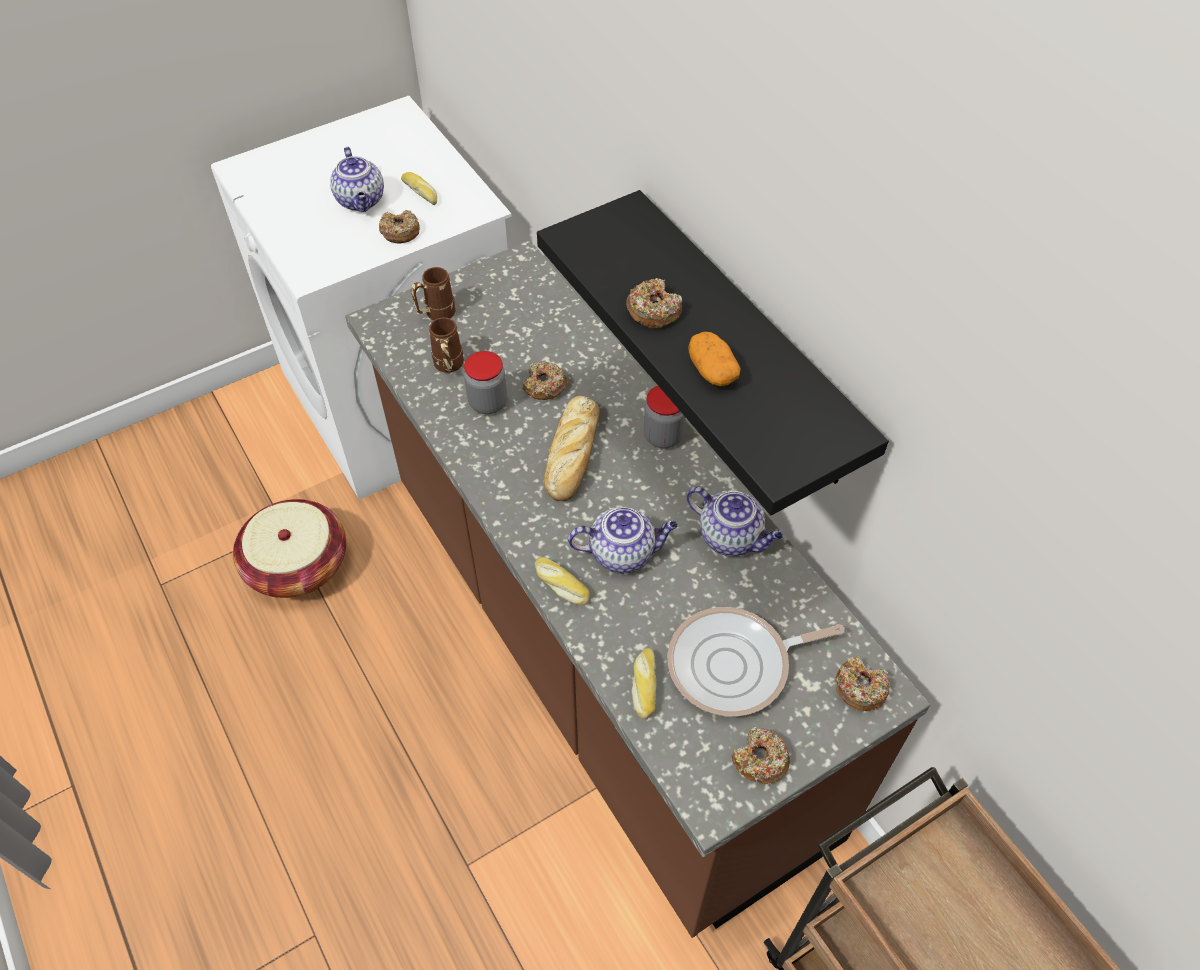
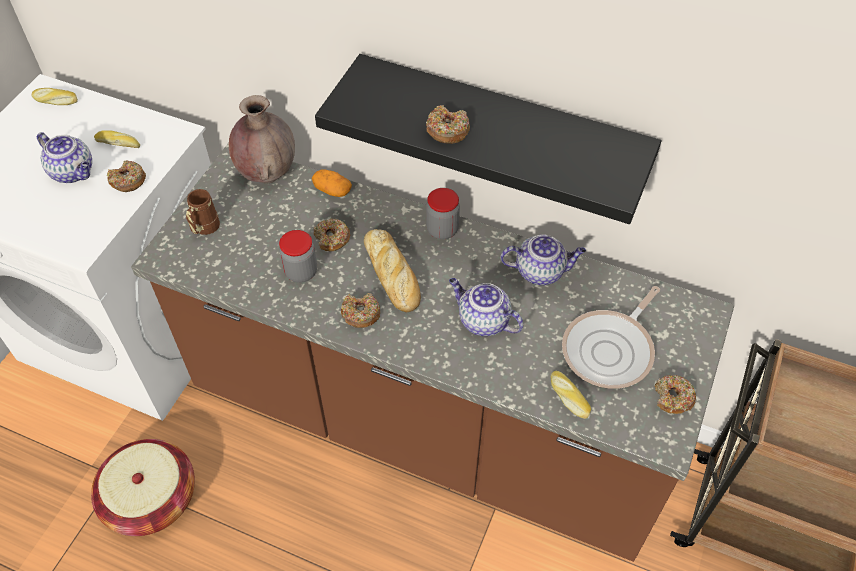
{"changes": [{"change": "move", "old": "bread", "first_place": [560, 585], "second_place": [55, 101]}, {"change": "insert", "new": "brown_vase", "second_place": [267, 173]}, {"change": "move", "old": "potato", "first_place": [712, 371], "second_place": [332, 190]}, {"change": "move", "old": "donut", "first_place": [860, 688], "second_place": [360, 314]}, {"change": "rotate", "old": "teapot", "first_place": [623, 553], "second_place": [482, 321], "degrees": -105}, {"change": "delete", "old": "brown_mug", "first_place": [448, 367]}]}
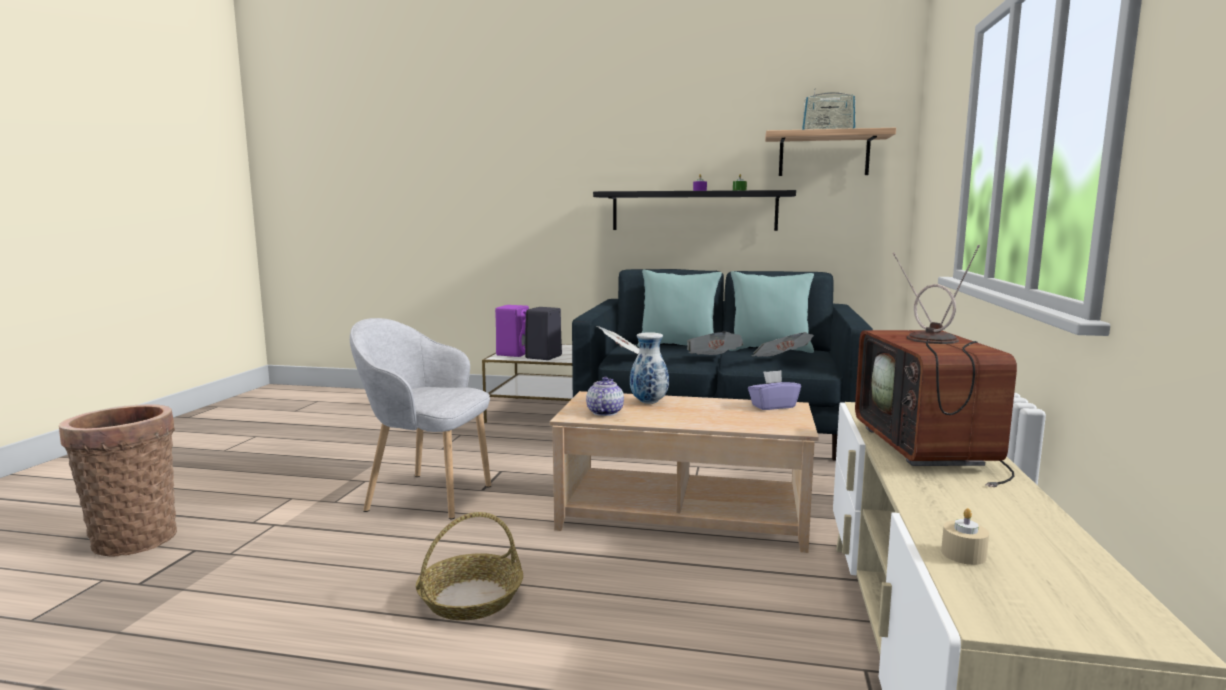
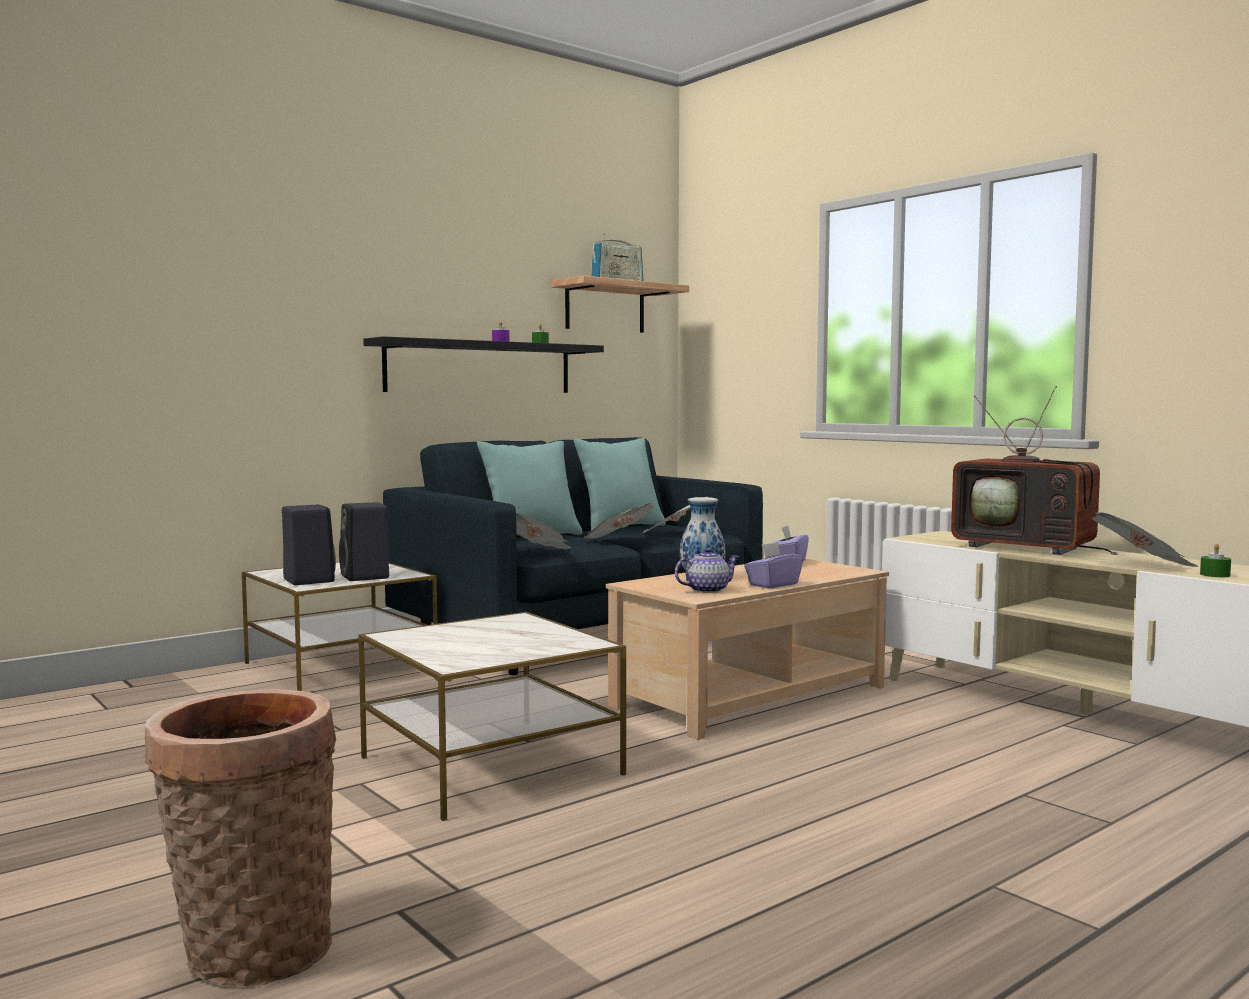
{"changes": [{"change": "recolor", "old": "purple_speaker", "new": "black_speaker", "first_place": [514, 353], "second_place": [307, 580]}, {"change": "replace", "old": "grey_armchair", "new": "side_table", "first_place": [426, 496], "second_place": [490, 765]}, {"change": "rotate", "old": "teapot", "first_place": [604, 412], "second_place": [706, 590], "degrees": 105}, {"change": "insert", "new": "purple_tissue_box", "second_place": [773, 585]}, {"change": "insert", "new": "newspaper", "second_place": [1143, 566]}, {"change": "recolor", "old": "beige_candle", "new": "green_candle", "first_place": [963, 554], "second_place": [1215, 575]}, {"change": "delete", "old": "basket", "first_place": [470, 599]}]}
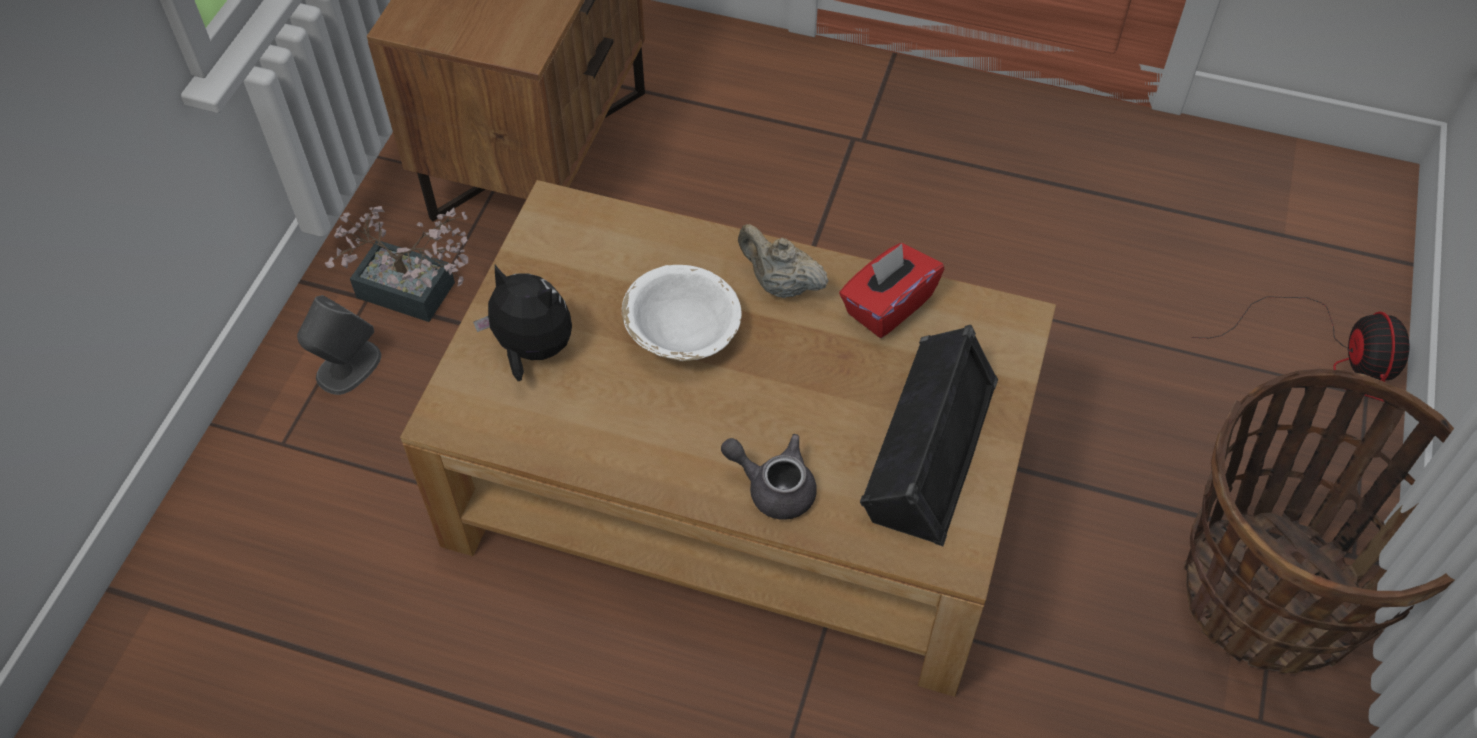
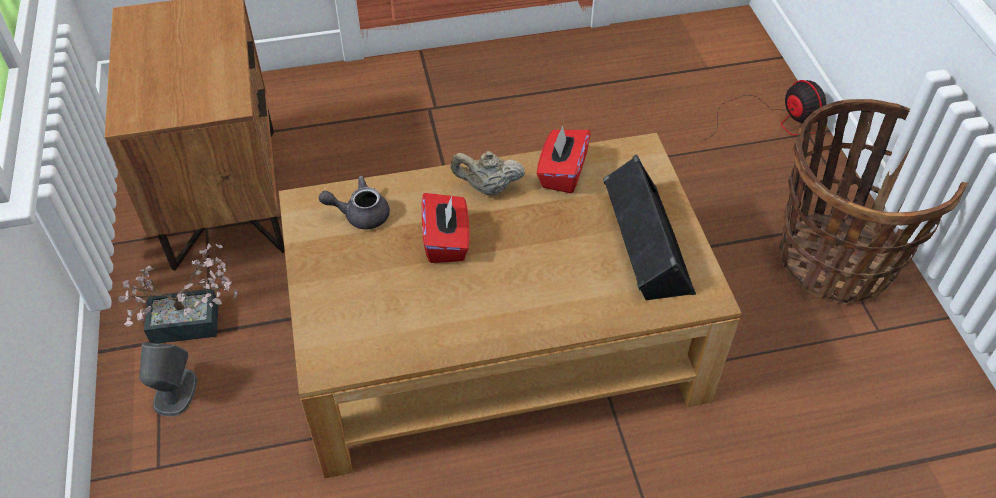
{"changes": [{"change": "move", "old": "grey_teapot", "first_place": [773, 487], "second_place": [360, 214]}, {"change": "replace", "old": "white_bowl", "new": "red_tissue_box", "first_place": [683, 331], "second_place": [446, 242]}, {"change": "delete", "old": "plush_toy", "first_place": [531, 350]}]}
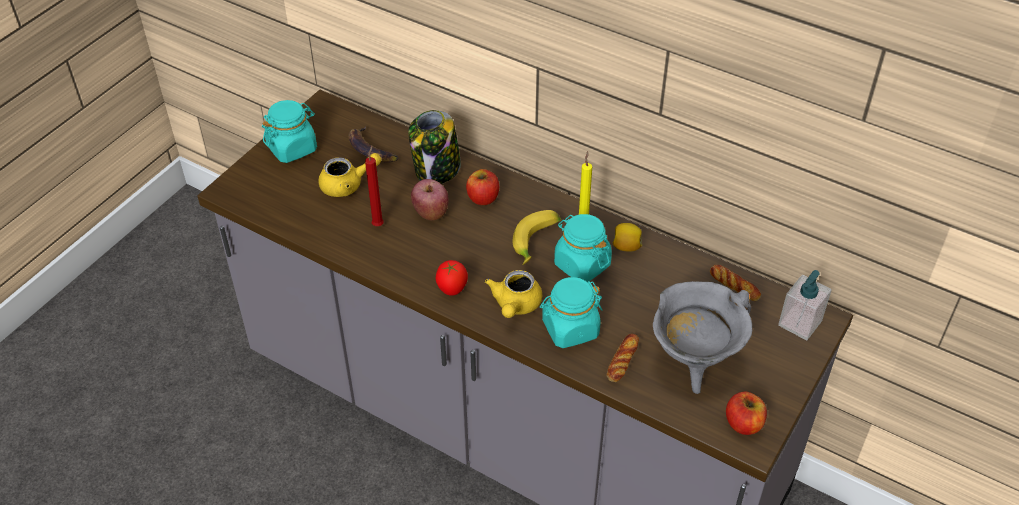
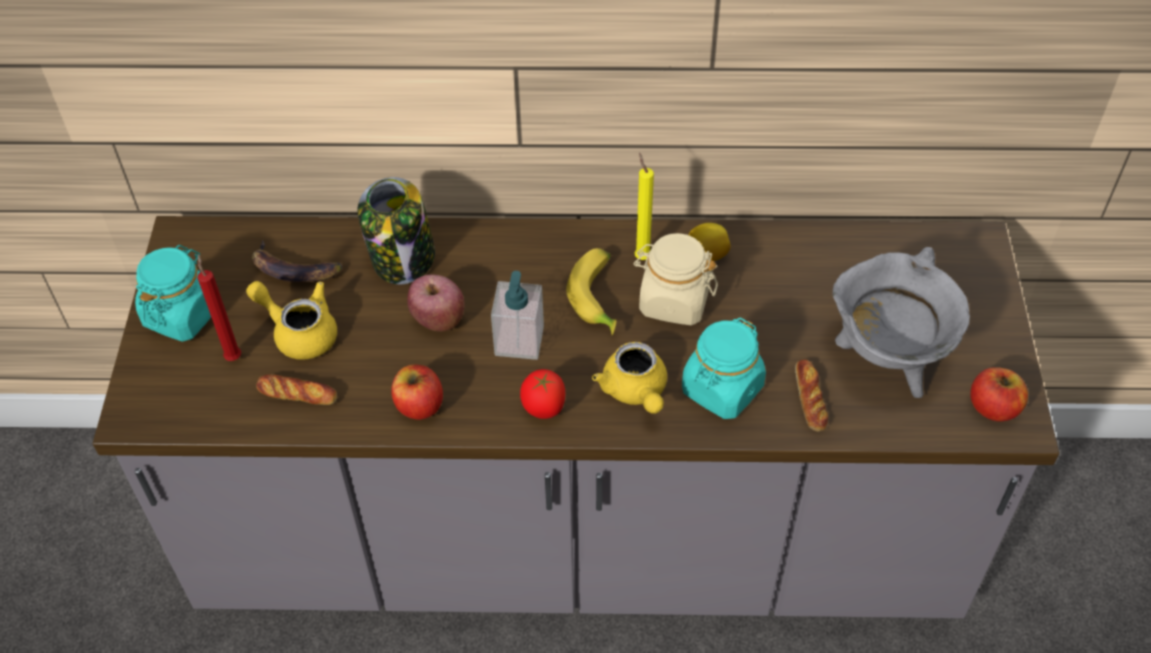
{"changes": [{"change": "move", "old": "red_candle", "first_place": [378, 224], "second_place": [233, 356]}, {"change": "rotate", "old": "yellow_teapot", "first_place": [348, 185], "second_place": [299, 332], "degrees": -105}, {"change": "move", "old": "bread", "first_place": [734, 285], "second_place": [297, 394]}, {"change": "move", "old": "apple", "first_place": [483, 198], "second_place": [419, 405]}, {"change": "move", "old": "soap_dispenser", "first_place": [799, 323], "second_place": [519, 341]}, {"change": "recolor", "old": "turquoise_jar", "new": "beige_jar", "first_place": [581, 264], "second_place": [673, 301]}]}
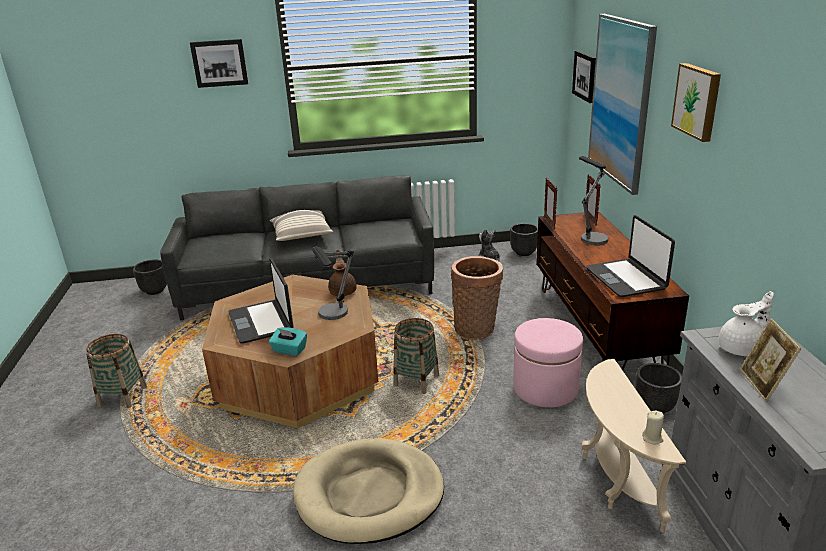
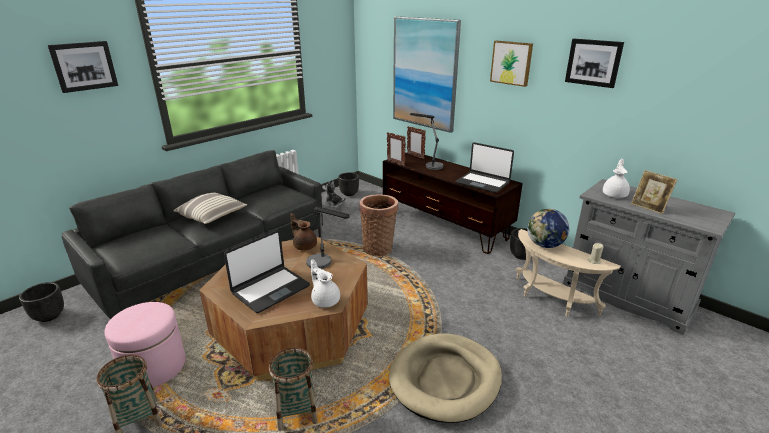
{"changes": [{"change": "move", "old": "pink_ottoman", "first_place": [545, 388], "second_place": [154, 367]}, {"change": "rotate", "old": "laptop", "first_place": [261, 322], "second_place": [270, 289], "degrees": -75}, {"change": "move", "old": "basket", "first_place": [416, 381], "second_place": [297, 412]}, {"change": "replace", "old": "turquoise_tissue_box", "new": "white_teapot", "first_place": [289, 350], "second_place": [325, 300]}, {"change": "insert", "new": "globe", "second_place": [545, 245]}, {"change": "move", "old": "picture", "first_place": [585, 76], "second_place": [593, 62]}]}
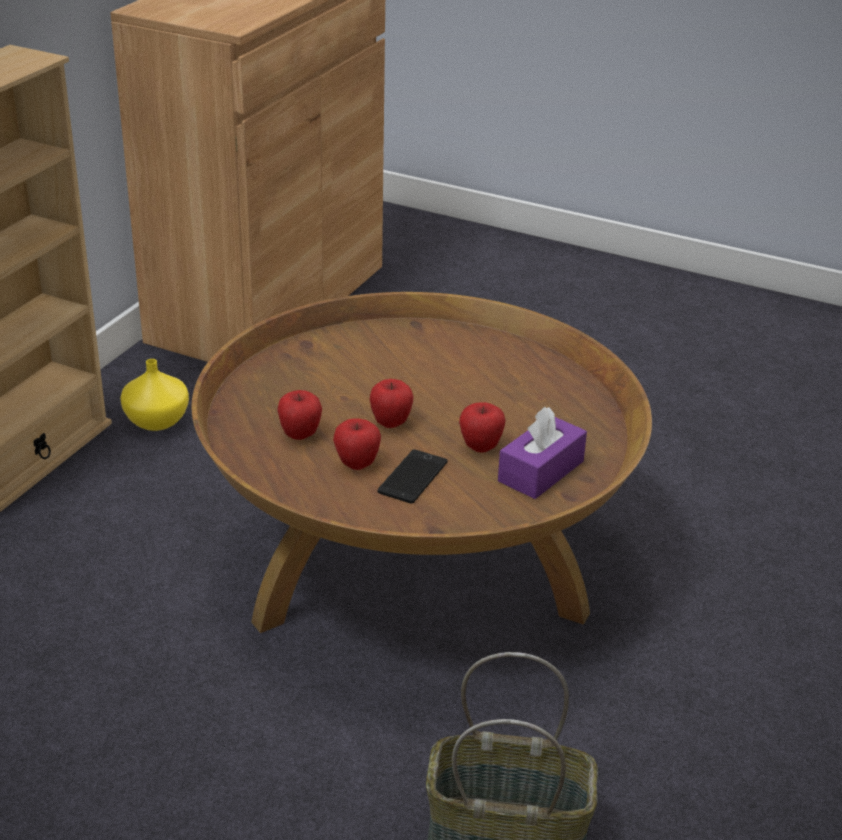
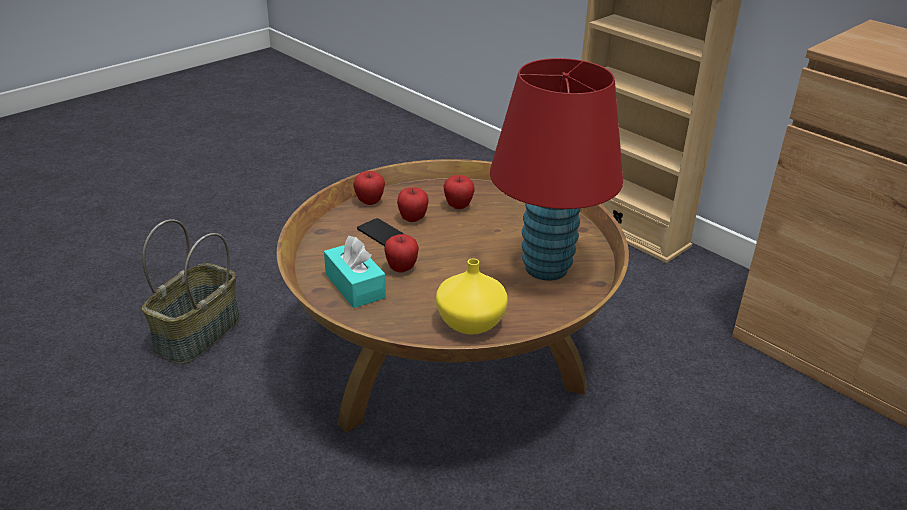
{"changes": [{"change": "recolor", "old": "purple_tissue_box", "new": "turquoise_tissue_box", "first_place": [541, 471], "second_place": [355, 286]}, {"change": "move", "old": "apple", "first_place": [391, 423], "second_place": [369, 202]}, {"change": "move", "old": "yellow_vase", "first_place": [157, 421], "second_place": [469, 323]}, {"change": "insert", "new": "red_table_lamp", "second_place": [546, 268]}]}
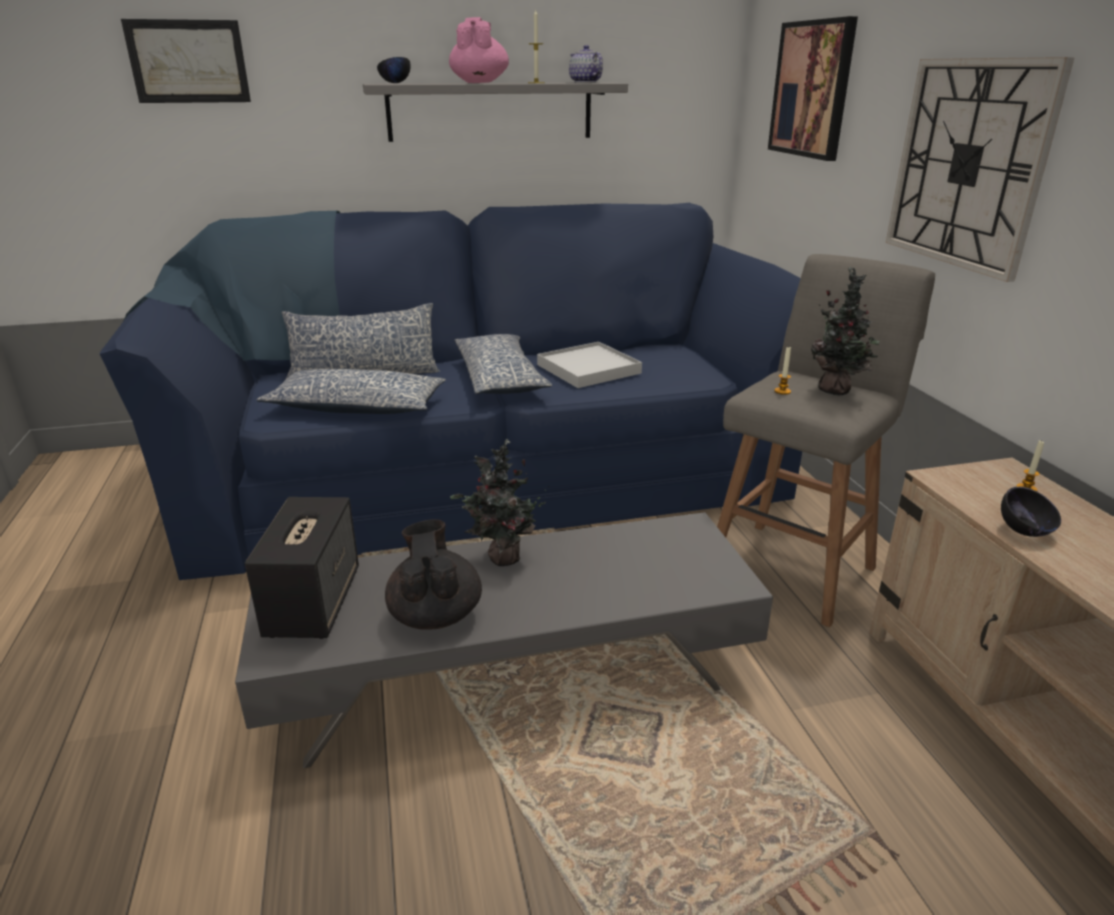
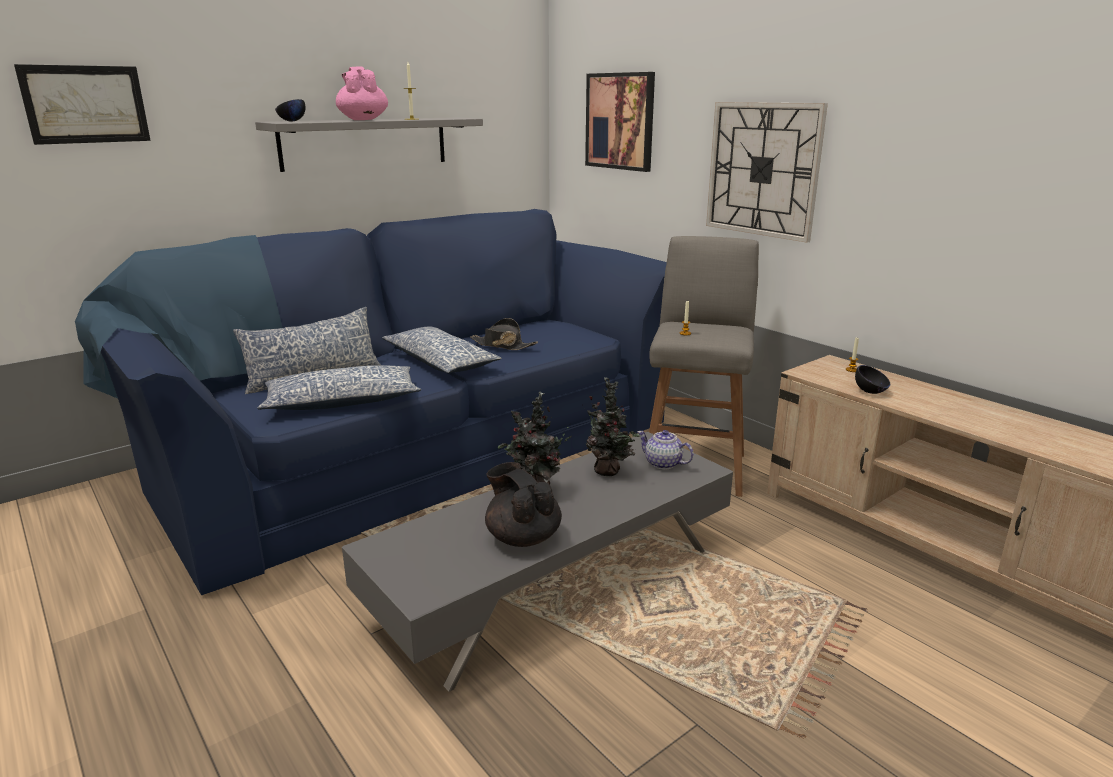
{"changes": [{"change": "replace", "old": "white_tray", "new": "black_hat", "first_place": [588, 369], "second_place": [503, 345]}, {"change": "move", "old": "potted_plant", "first_place": [837, 391], "second_place": [609, 472]}, {"change": "move", "old": "teapot", "first_place": [585, 82], "second_place": [663, 464]}, {"change": "delete", "old": "speaker", "first_place": [313, 601]}]}
